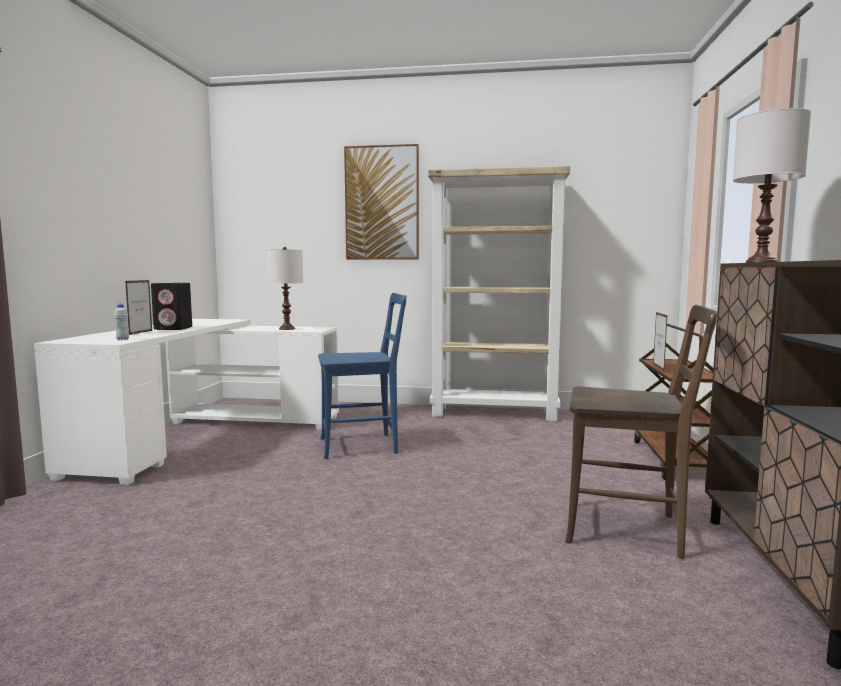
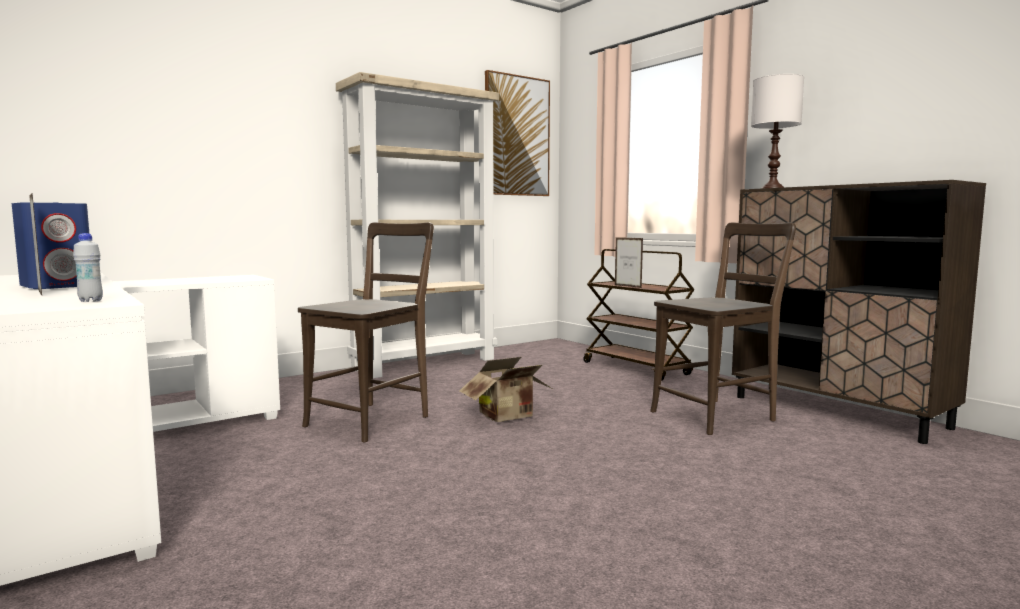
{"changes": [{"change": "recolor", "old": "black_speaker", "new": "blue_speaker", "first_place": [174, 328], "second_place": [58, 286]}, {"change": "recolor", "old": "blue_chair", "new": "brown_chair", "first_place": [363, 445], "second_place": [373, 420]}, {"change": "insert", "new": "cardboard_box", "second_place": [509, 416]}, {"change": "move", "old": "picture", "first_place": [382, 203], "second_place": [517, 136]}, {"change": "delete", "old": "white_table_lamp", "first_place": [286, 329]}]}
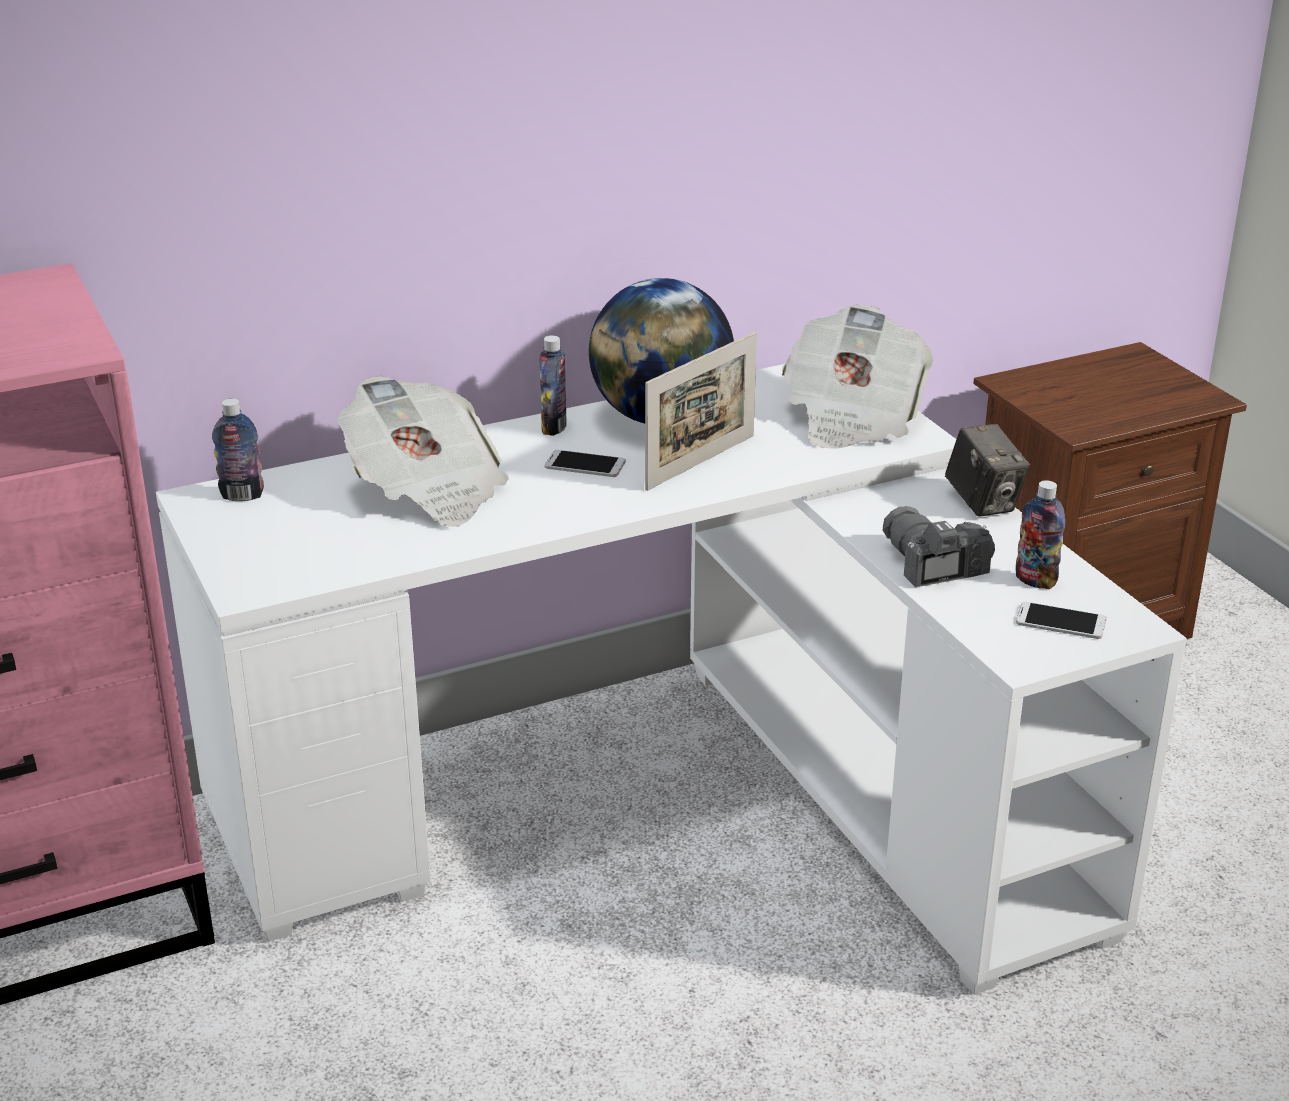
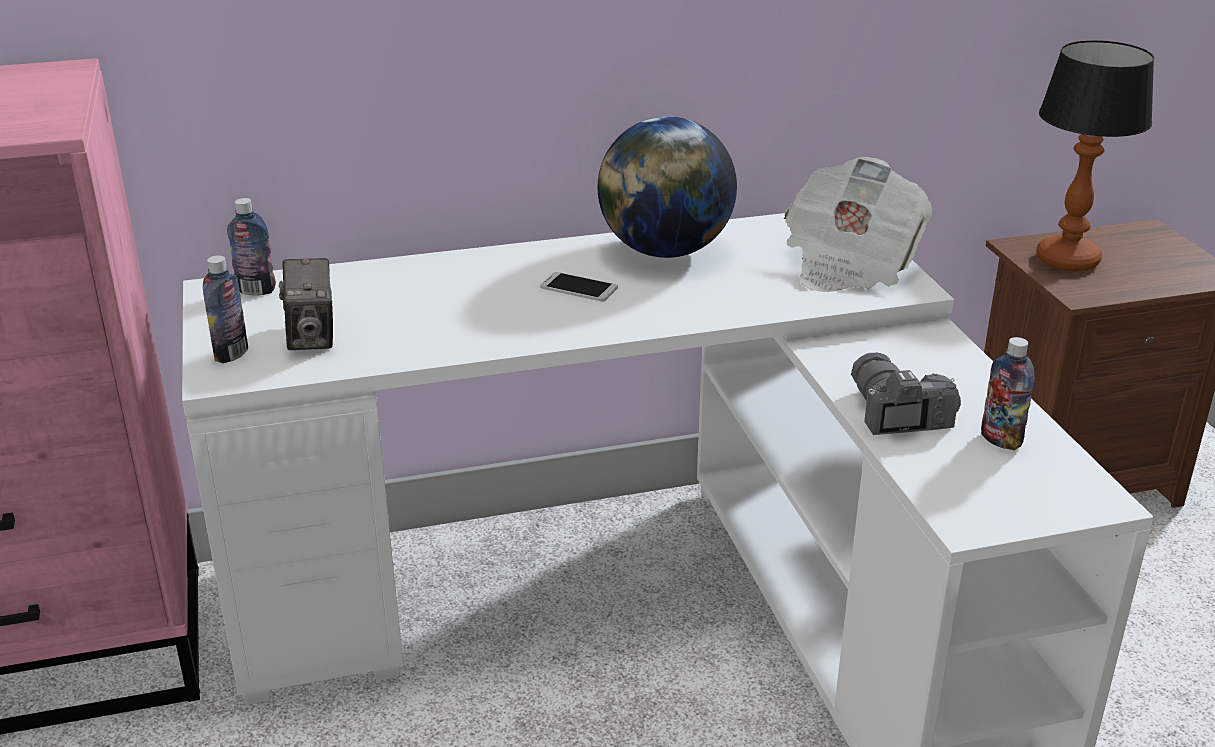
{"changes": [{"change": "move", "old": "bottle", "first_place": [554, 427], "second_place": [231, 354]}, {"change": "move", "old": "photo_camera", "first_place": [983, 503], "second_place": [312, 337]}, {"change": "insert", "new": "table_lamp", "second_place": [1066, 260]}, {"change": "delete", "old": "newspaper", "first_place": [427, 490]}, {"change": "delete", "old": "picture_frame", "first_place": [700, 462]}, {"change": "delete", "old": "phone", "first_place": [1061, 621]}]}
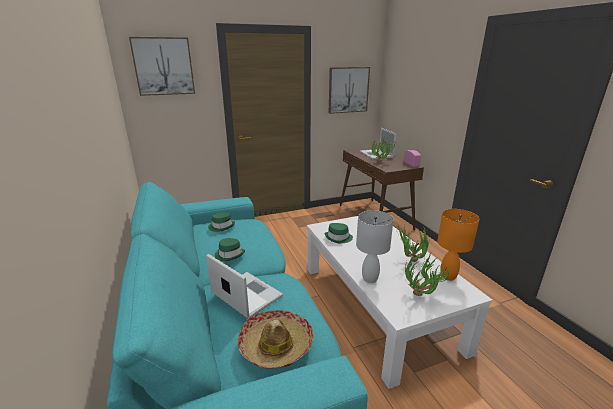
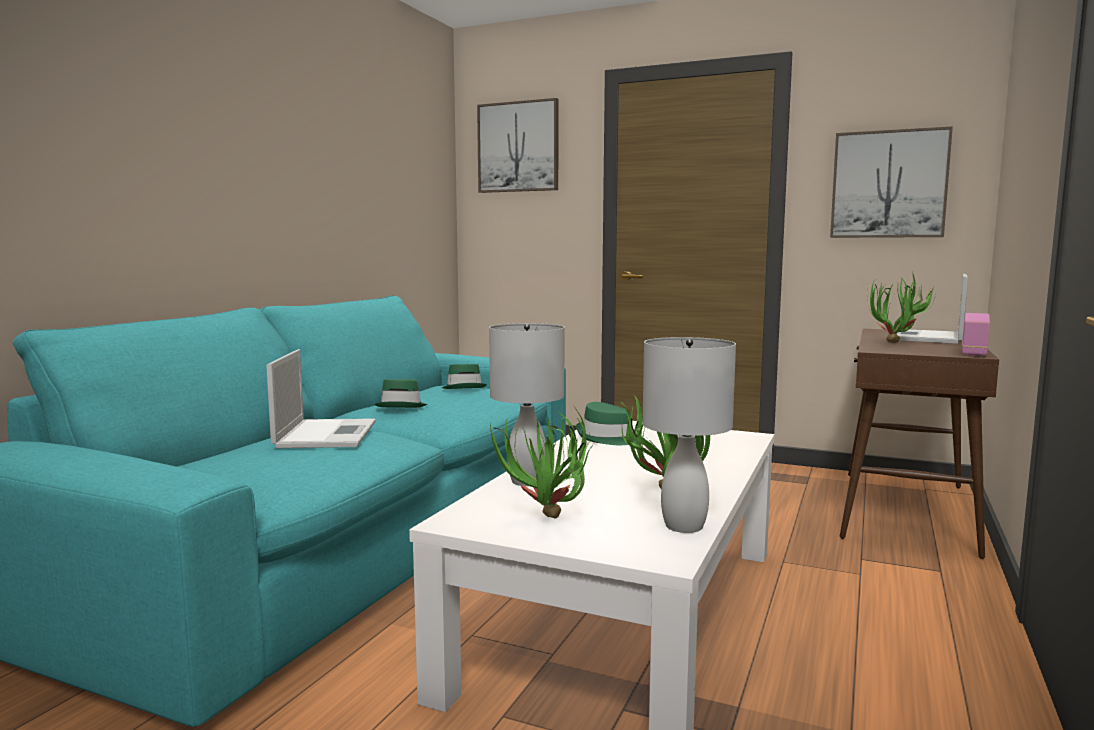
{"changes": [{"change": "recolor", "old": "orange_table_lamp", "new": "white_table_lamp", "first_place": [448, 276], "second_place": [684, 526]}, {"change": "delete", "old": "hat", "first_place": [276, 345]}]}
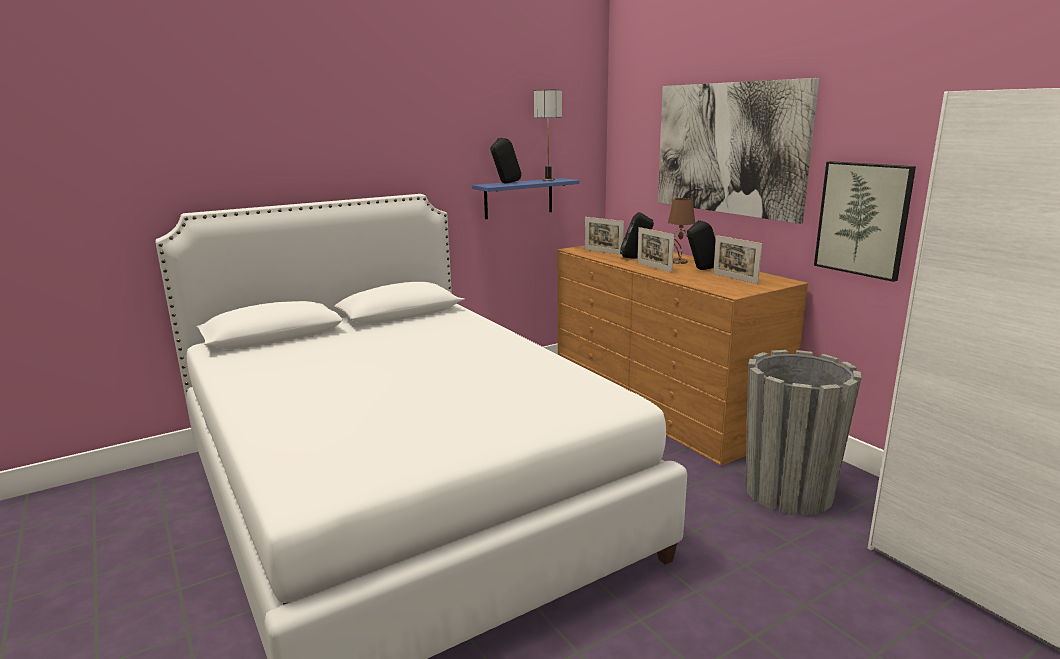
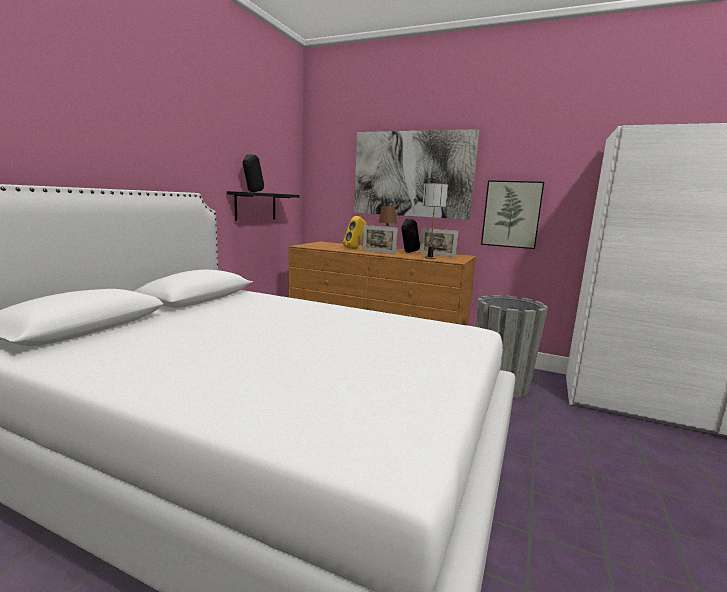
{"changes": [{"change": "recolor", "old": "blue_shelf", "new": "black_shelf", "first_place": [518, 198], "second_place": [255, 206]}, {"change": "recolor", "old": "black_speaker", "new": "yellow_speaker", "first_place": [636, 258], "second_place": [355, 249]}, {"change": "move", "old": "table_lamp", "first_place": [548, 180], "second_place": [429, 258]}, {"change": "delete", "old": "picture_frame", "first_place": [603, 252]}]}
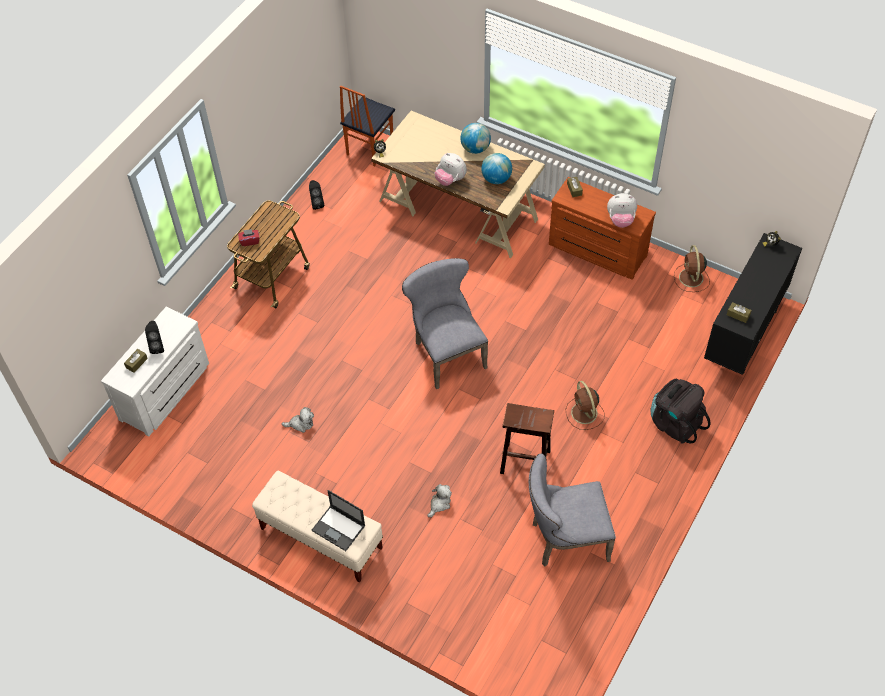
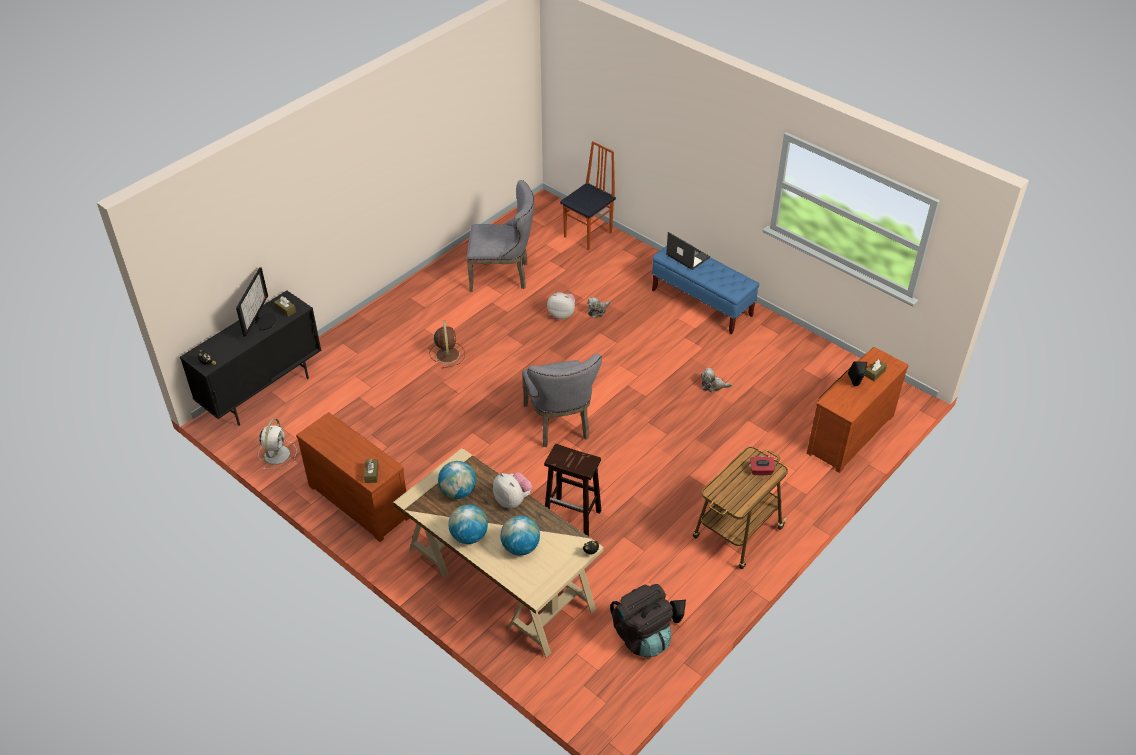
{"changes": [{"change": "insert", "new": "monitor", "second_place": [263, 321]}, {"change": "recolor", "old": "brown_fan", "new": "white_fan", "first_place": [691, 278], "second_place": [277, 454]}, {"change": "insert", "new": "globe", "second_place": [520, 547]}, {"change": "move", "old": "brown_stool", "first_place": [524, 461], "second_place": [573, 517]}, {"change": "move", "old": "plush_toy", "first_place": [620, 220], "second_place": [562, 314]}, {"change": "move", "old": "chair", "first_place": [369, 149], "second_place": [588, 235]}, {"change": "move", "old": "black_backpack", "first_place": [675, 423], "second_place": [641, 636]}, {"change": "recolor", "old": "beige_bench", "new": "blue_bench", "first_place": [321, 538], "second_place": [702, 303]}, {"change": "recolor", "old": "white_dresser", "new": "brown_dresser", "first_place": [167, 392], "second_place": [848, 433]}]}
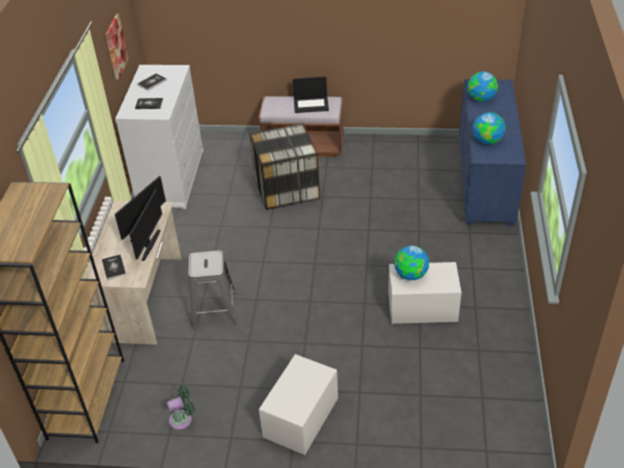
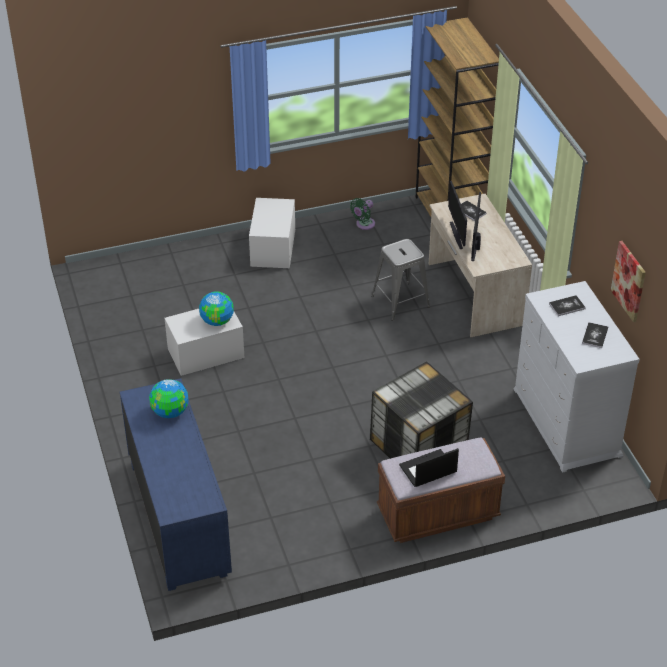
{"changes": [{"change": "delete", "old": "globe", "first_place": [481, 99]}]}
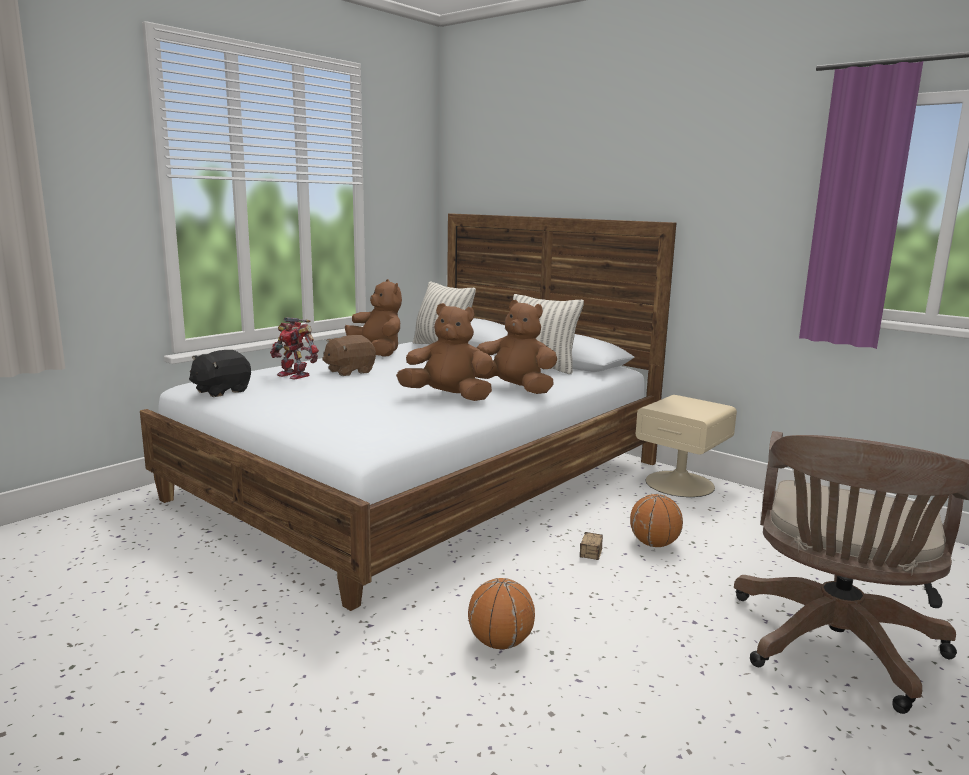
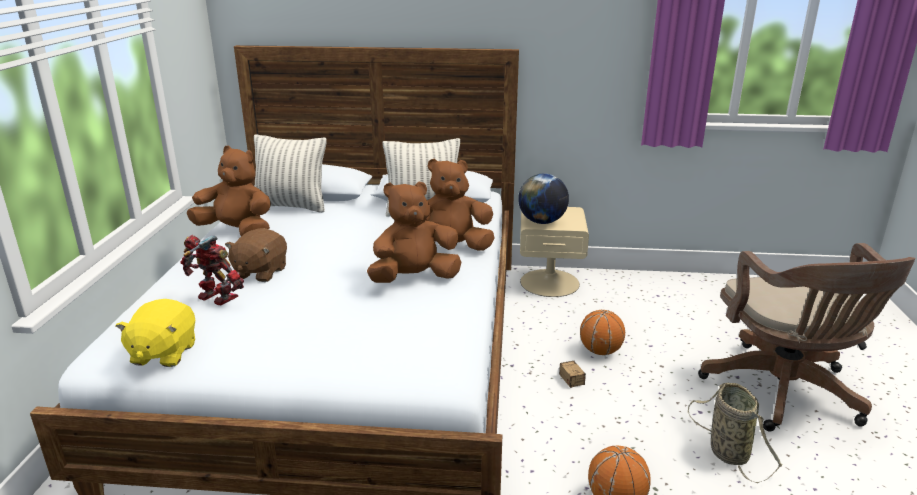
{"changes": [{"change": "recolor", "old": "black_plush_toy", "new": "yellow_plush_toy", "first_place": [221, 391], "second_place": [163, 353]}, {"change": "rotate", "old": "toy_robot", "first_place": [295, 375], "second_place": [216, 299], "degrees": -150}, {"change": "insert", "new": "globe", "second_place": [542, 222]}, {"change": "insert", "new": "basket", "second_place": [726, 451]}]}
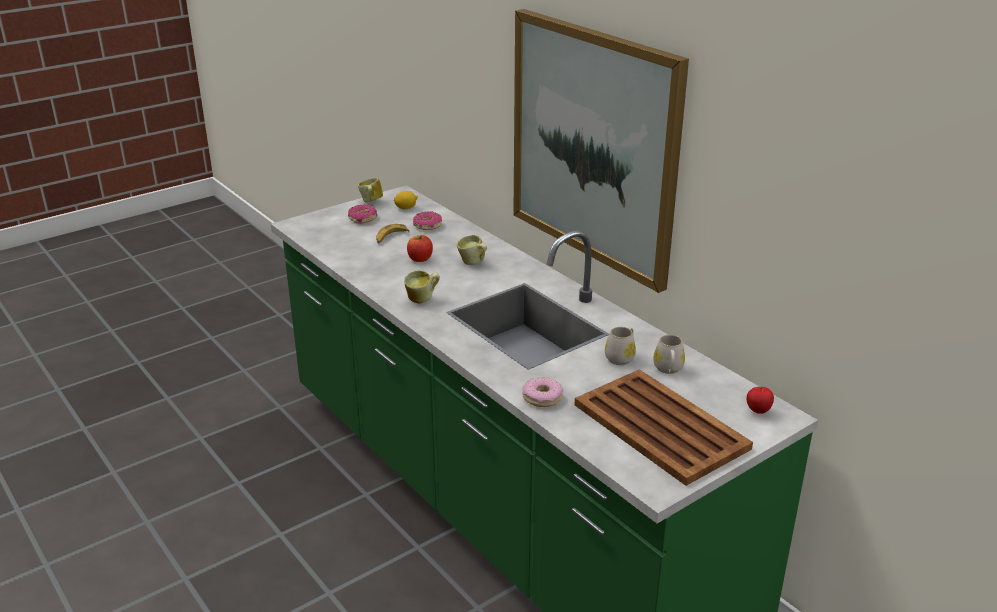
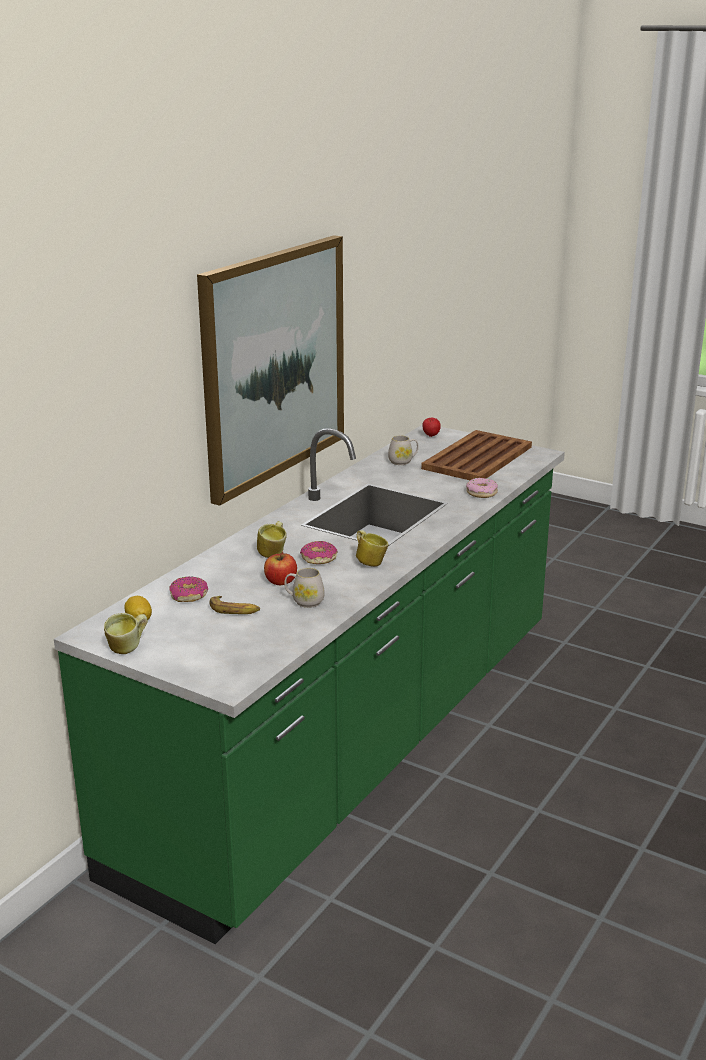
{"changes": [{"change": "move", "old": "white_mug", "first_place": [621, 357], "second_place": [304, 601]}, {"change": "move", "old": "donut", "first_place": [363, 218], "second_place": [319, 558]}]}
